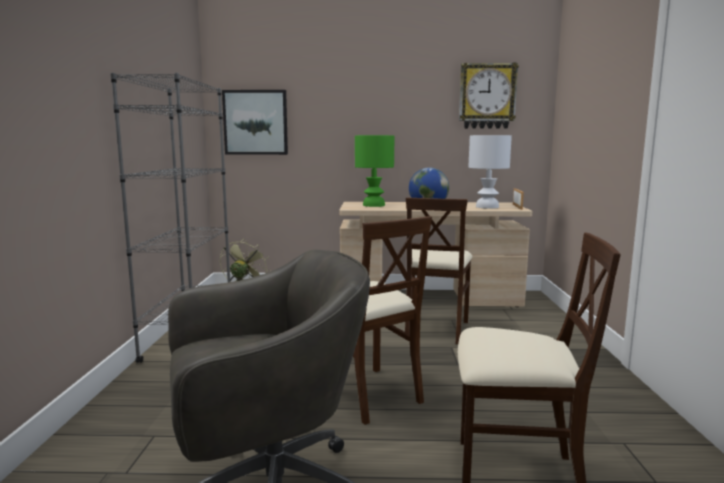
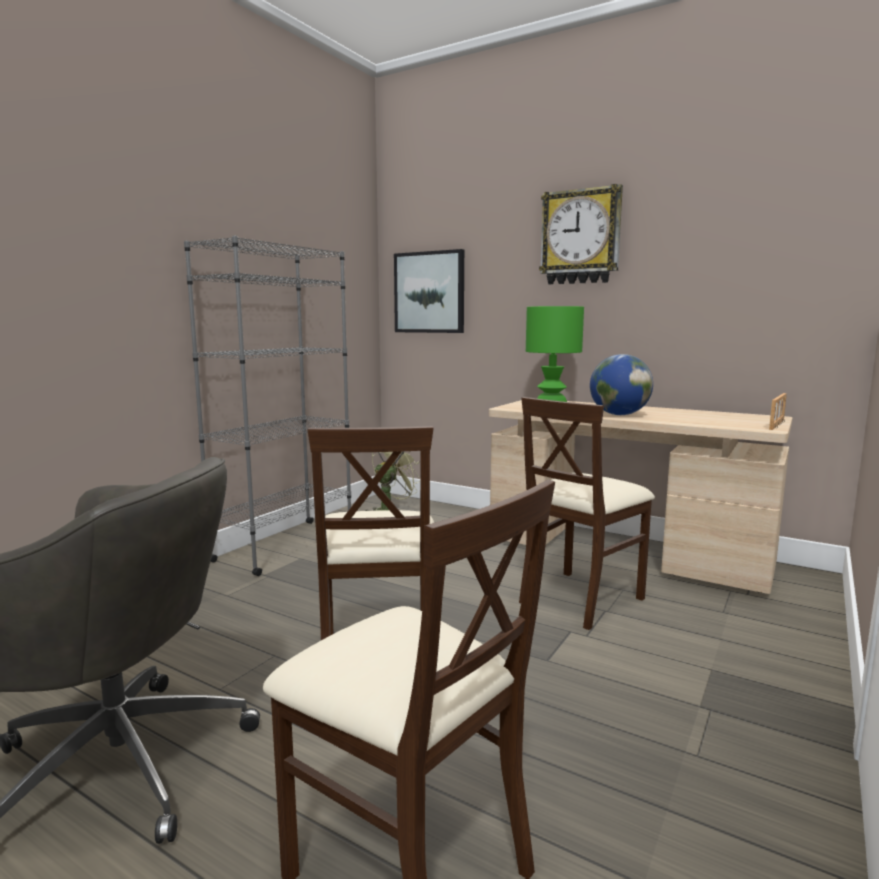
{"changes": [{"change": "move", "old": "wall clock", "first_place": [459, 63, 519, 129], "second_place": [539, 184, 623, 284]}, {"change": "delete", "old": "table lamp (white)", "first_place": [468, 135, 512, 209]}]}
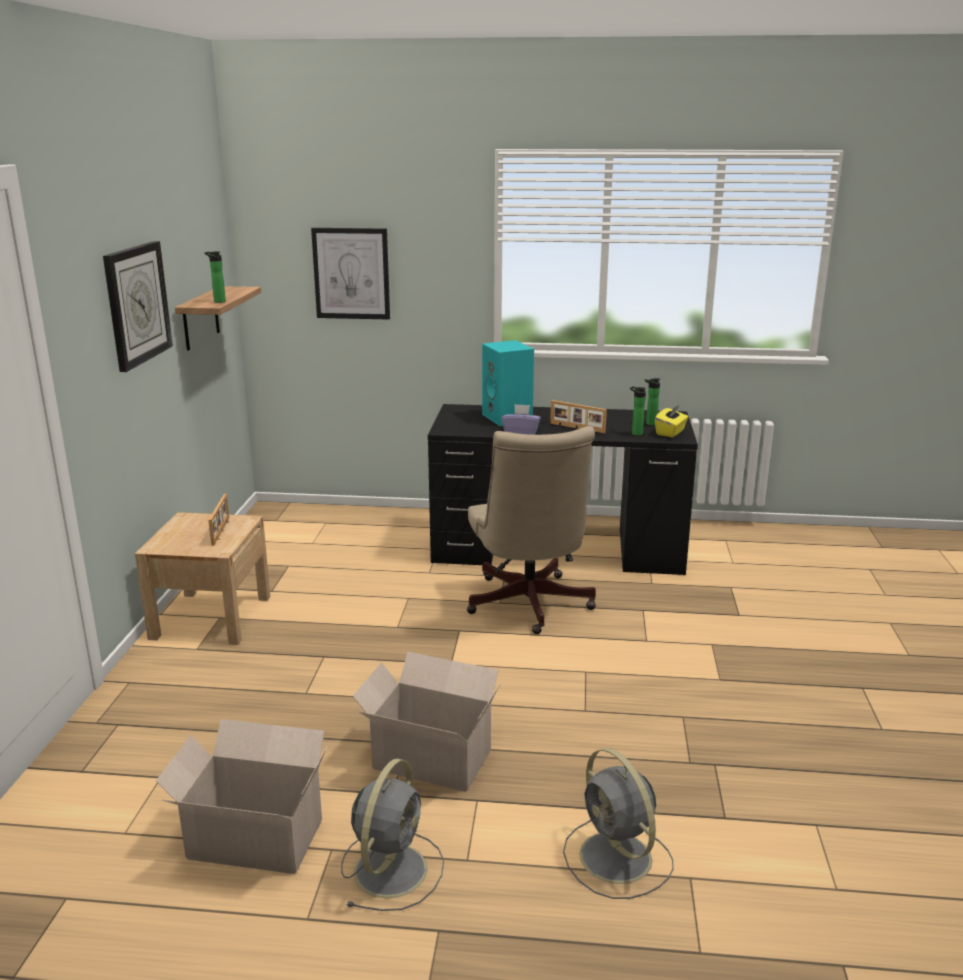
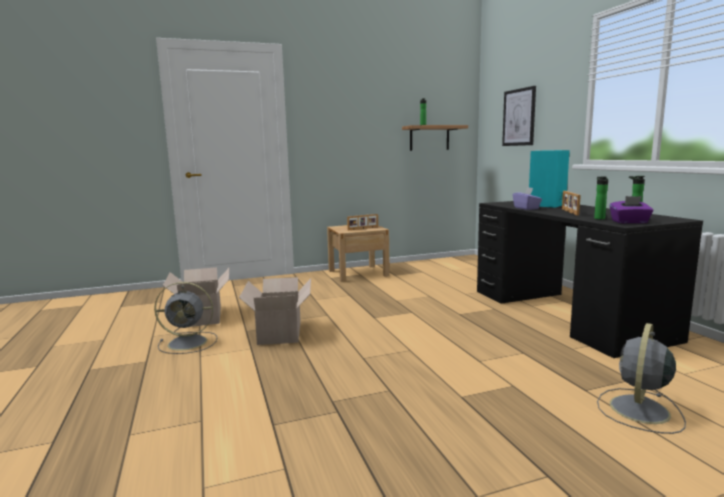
{"changes": [{"change": "delete", "old": "wall clock", "first_place": [103, 241, 173, 372]}, {"change": "recolor", "old": "tissue box (yellow)", "new": "tissue box (purple)", "first_place": [655, 405, 688, 437], "second_place": [610, 196, 654, 223]}, {"change": "delete", "old": "office chair (beige)", "first_place": [467, 426, 596, 634]}, {"change": "move", "old": "fan (grey)", "first_place": [563, 748, 674, 899], "second_place": [597, 323, 686, 434]}]}
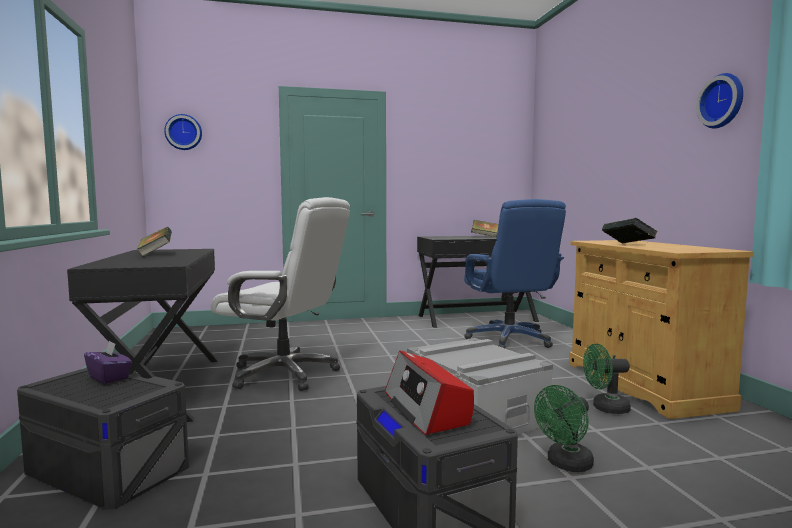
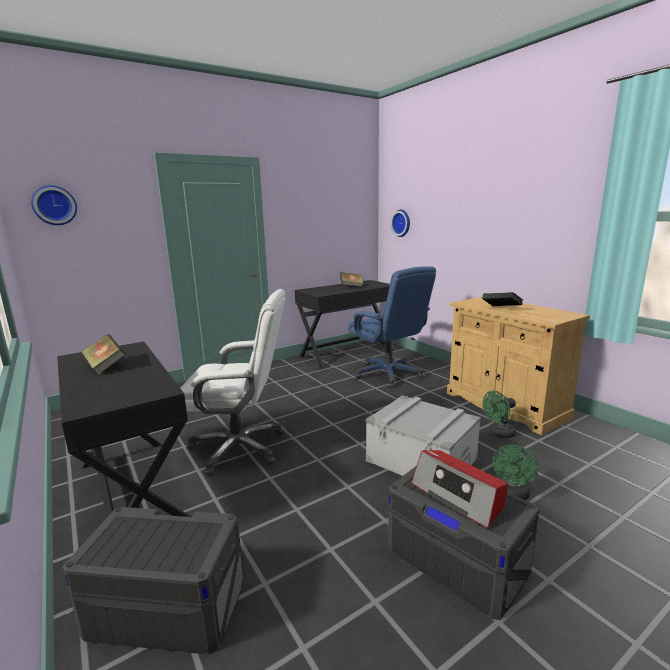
{"changes": [{"change": "move", "old": "wall clock", "first_place": [696, 73, 743, 129], "second_place": [391, 210, 410, 237]}, {"change": "delete", "old": "tissue box (purple)", "first_place": [84, 340, 132, 384]}]}
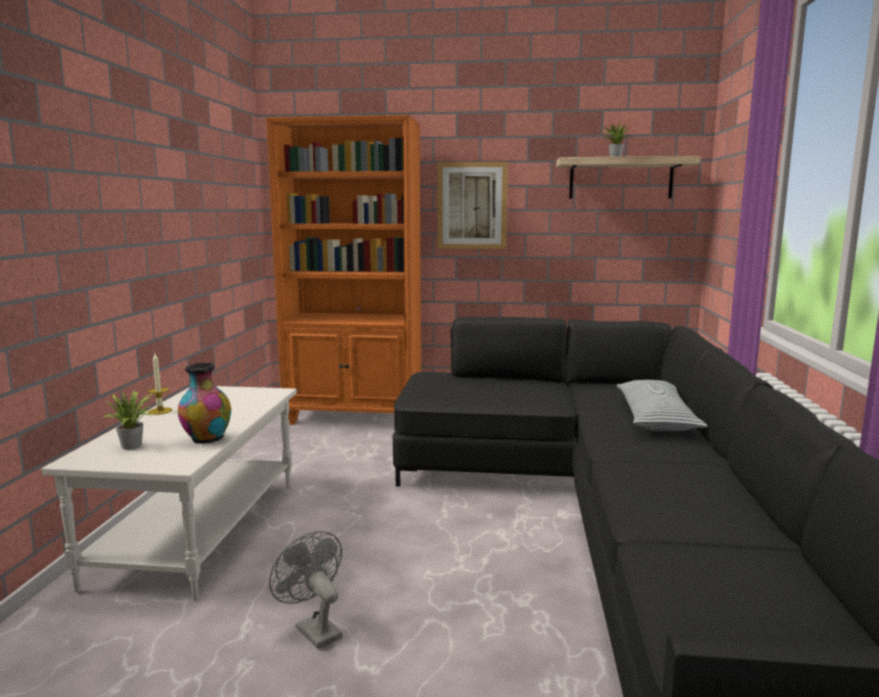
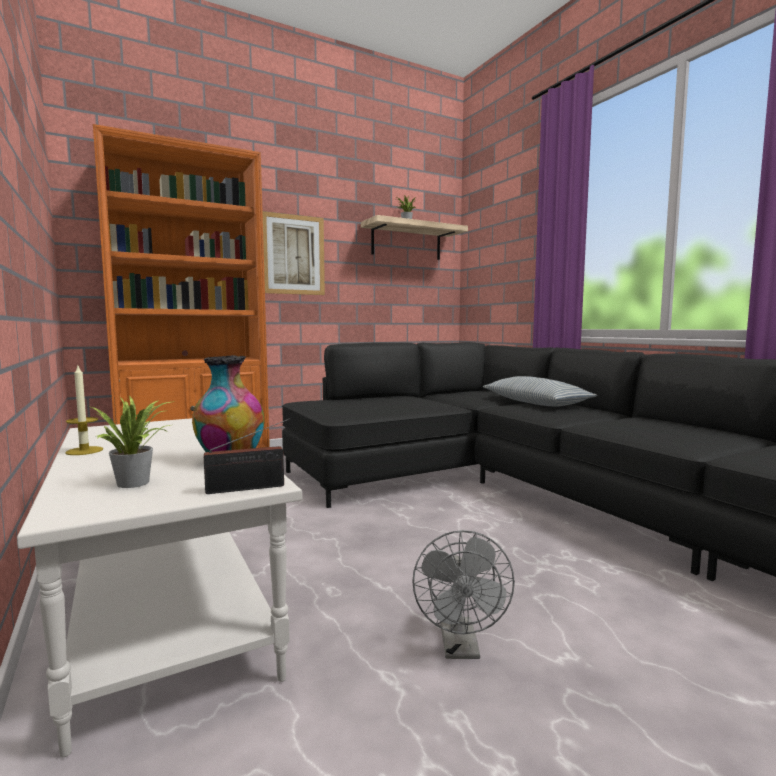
{"changes": [{"change": "rotate", "old": "fan (grey)", "first_place": [269, 531, 342, 649], "second_place": [412, 530, 515, 659], "degrees": -105}, {"change": "insert", "new": "radio", "second_place": [204, 418, 290, 494]}]}
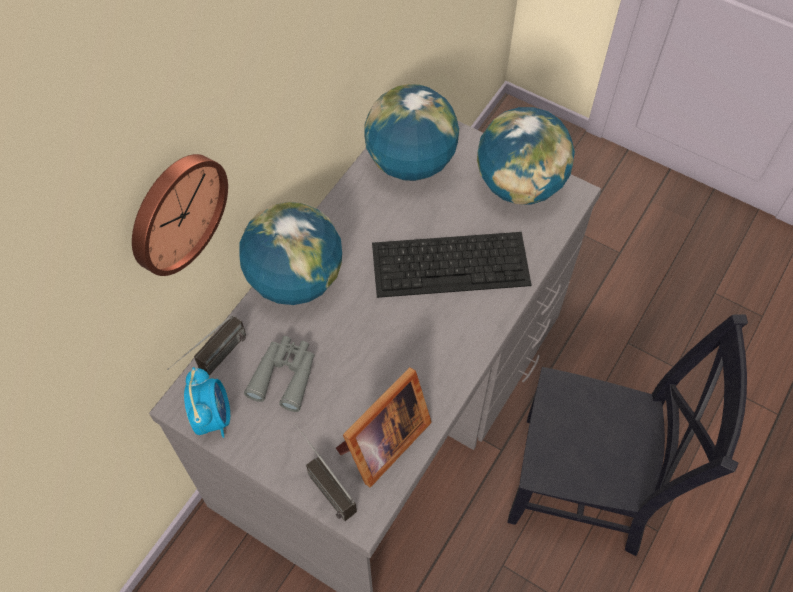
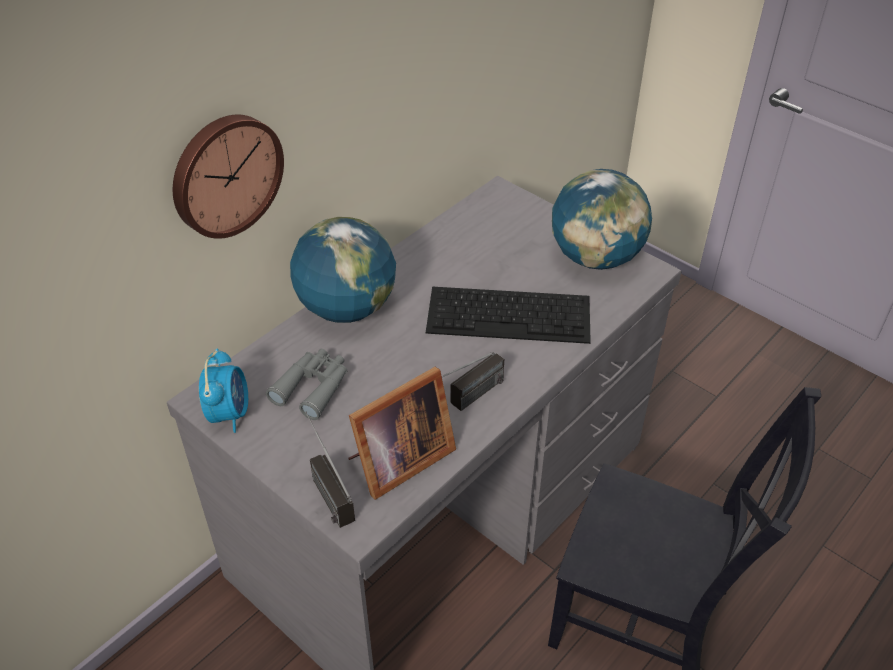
{"changes": [{"change": "delete", "old": "globe", "first_place": [364, 84, 459, 181]}, {"change": "move", "old": "radio", "first_place": [167, 316, 246, 375], "second_place": [442, 352, 504, 411]}]}
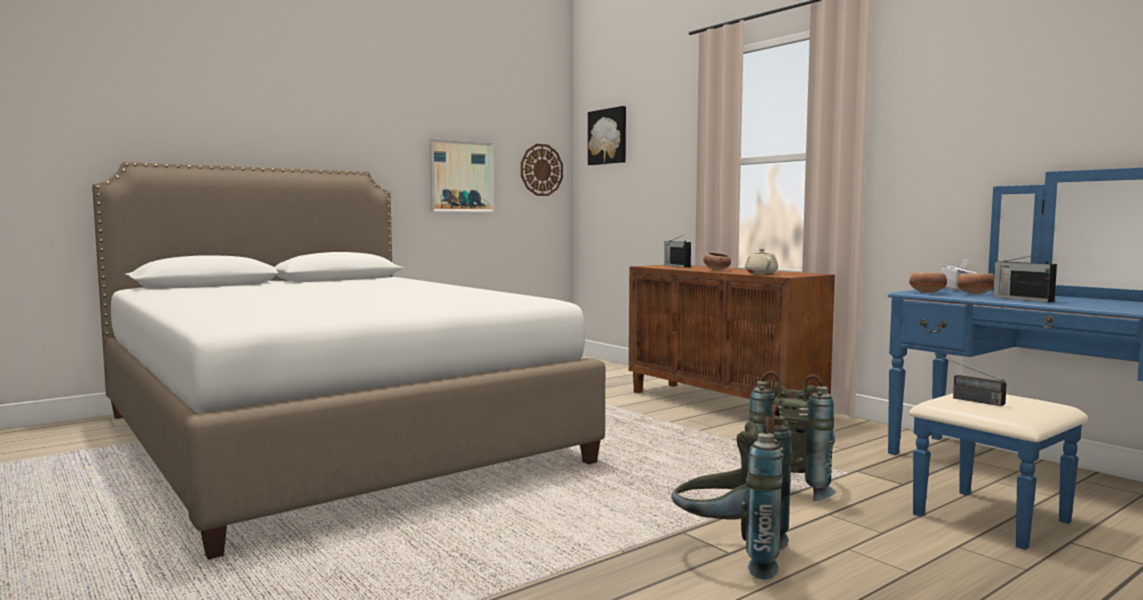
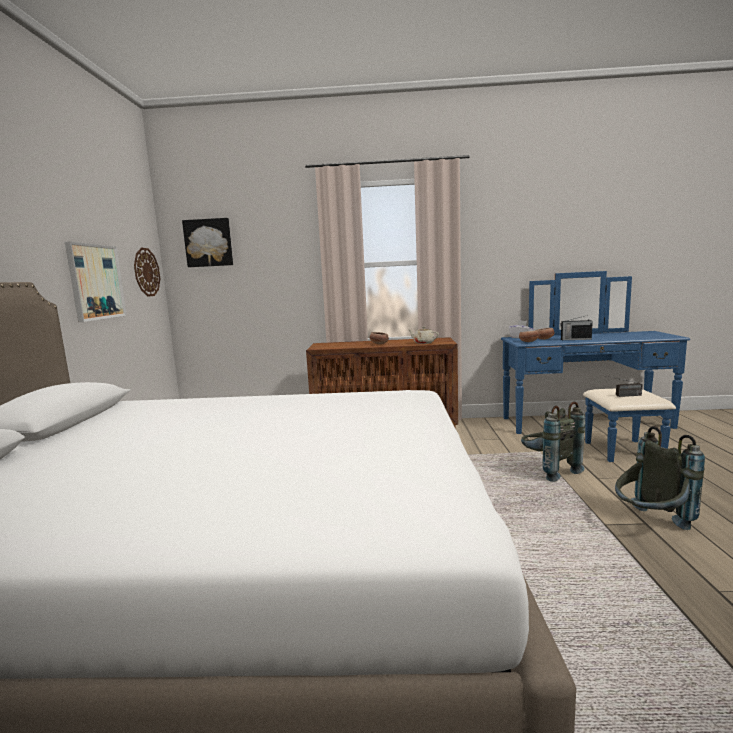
{"changes": [{"change": "delete", "old": "radio", "first_place": [664, 236, 691, 268]}]}
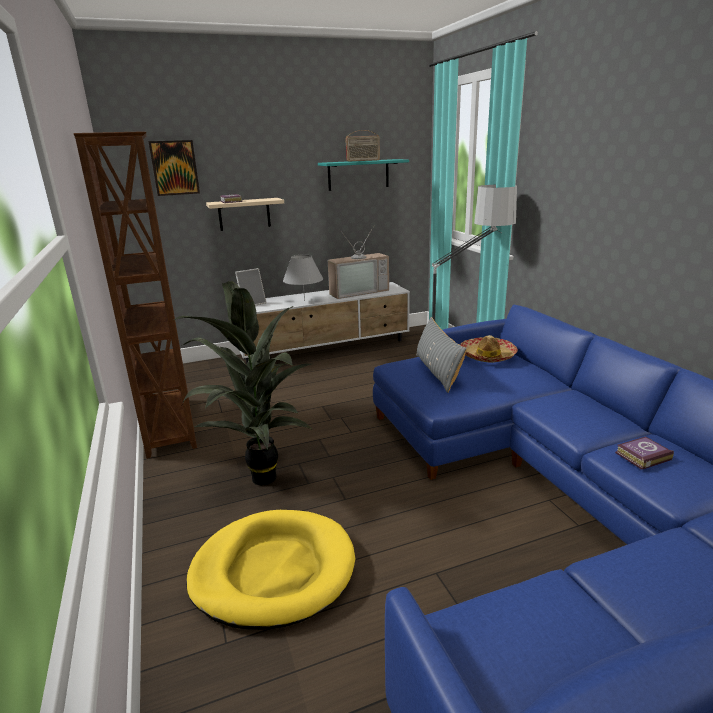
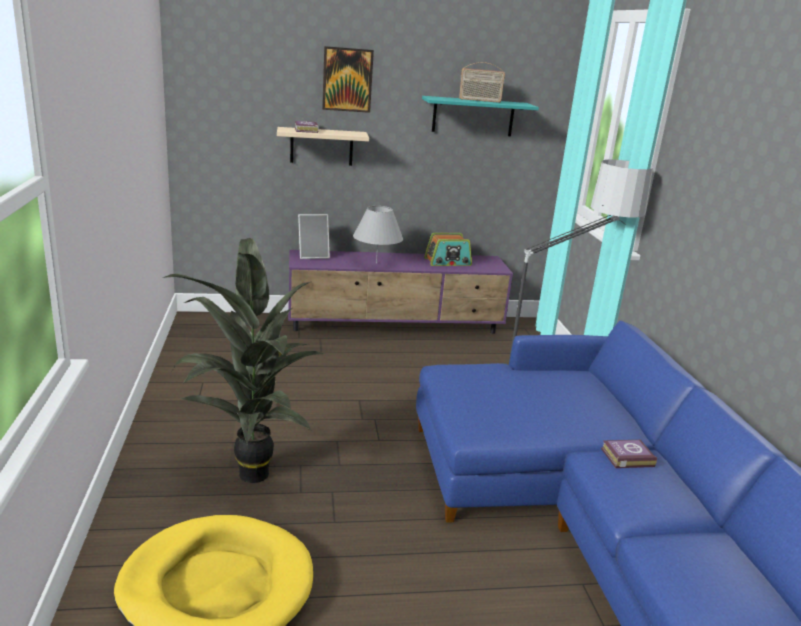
{"changes": [{"change": "delete", "old": "bookcase (brown)", "first_place": [74, 131, 197, 459]}, {"change": "move", "old": "picture", "first_place": [148, 140, 200, 196], "second_place": [322, 46, 374, 113]}, {"change": "replace", "old": "television", "new": "radio", "first_place": [328, 226, 389, 299], "second_place": [424, 233, 472, 266]}, {"change": "recolor", "old": "tv stand (white)", "new": "tv stand (purple)", "first_place": [239, 282, 410, 364], "second_place": [288, 250, 513, 334]}, {"change": "delete", "old": "pillow (grey)", "first_place": [416, 317, 467, 393]}, {"change": "delete", "old": "hat", "first_place": [460, 335, 518, 362]}, {"change": "move", "old": "book", "first_place": [615, 436, 674, 470], "second_place": [601, 440, 657, 468]}]}
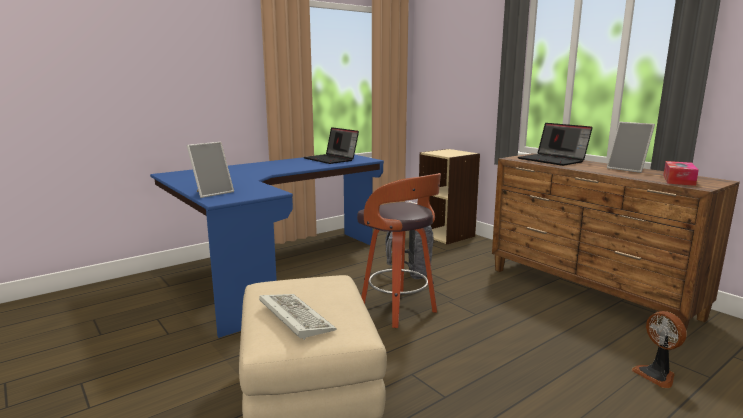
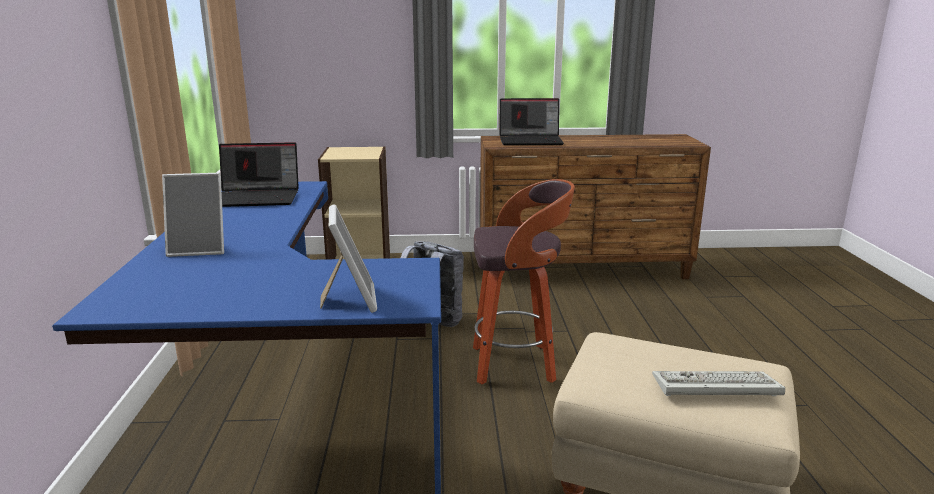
{"changes": [{"change": "move", "old": "picture frame", "first_place": [607, 122, 655, 173], "second_place": [162, 173, 224, 257]}, {"change": "delete", "old": "tissue box", "first_place": [663, 161, 699, 186]}, {"change": "delete", "old": "fan", "first_place": [632, 311, 687, 388]}]}
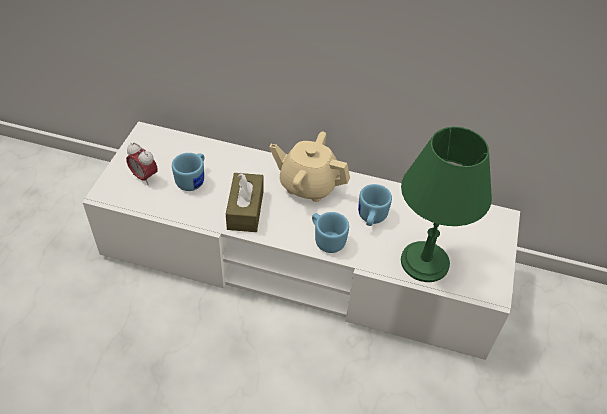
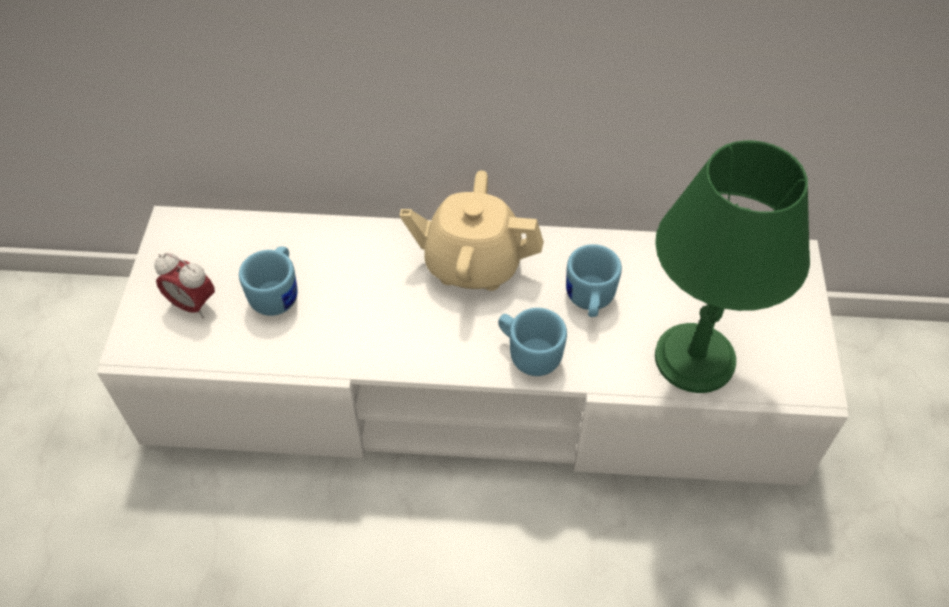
{"changes": [{"change": "delete", "old": "tissue box (brown)", "first_place": [226, 173, 264, 232]}]}
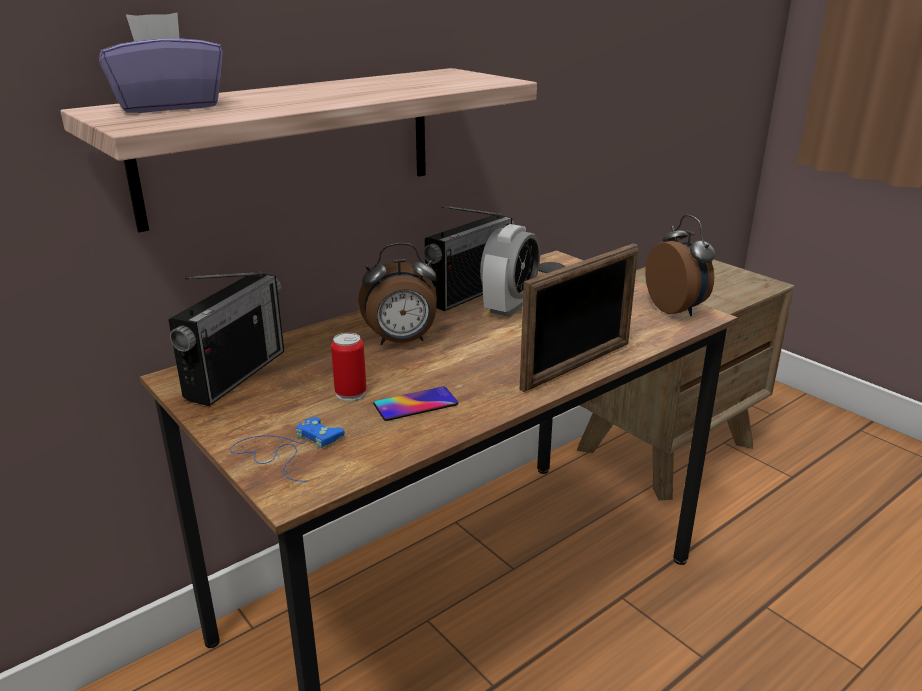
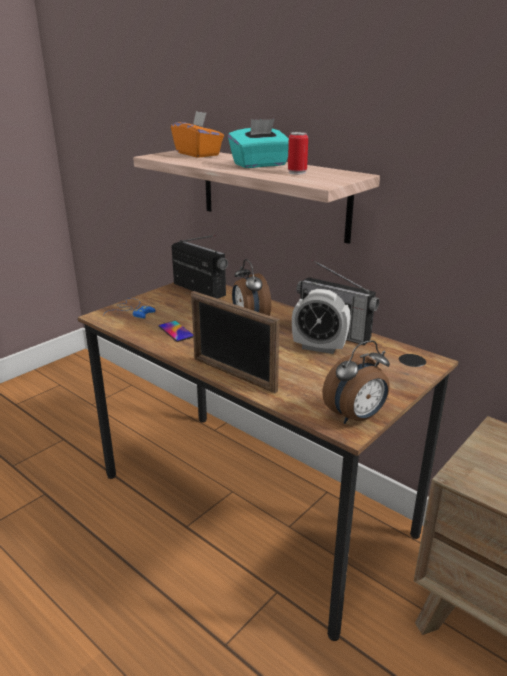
{"changes": [{"change": "recolor", "old": "tissue box (purple)", "new": "tissue box (orange)", "first_place": [99, 13, 223, 113], "second_place": [171, 111, 224, 158]}, {"change": "rotate", "old": "radio", "first_place": [168, 271, 284, 406], "second_place": [172, 235, 228, 299], "degrees": -150}, {"change": "move", "old": "can", "first_place": [331, 333, 366, 401], "second_place": [288, 132, 308, 174]}, {"change": "insert", "new": "tissue box (turquoise)", "second_place": [228, 119, 289, 168]}]}
